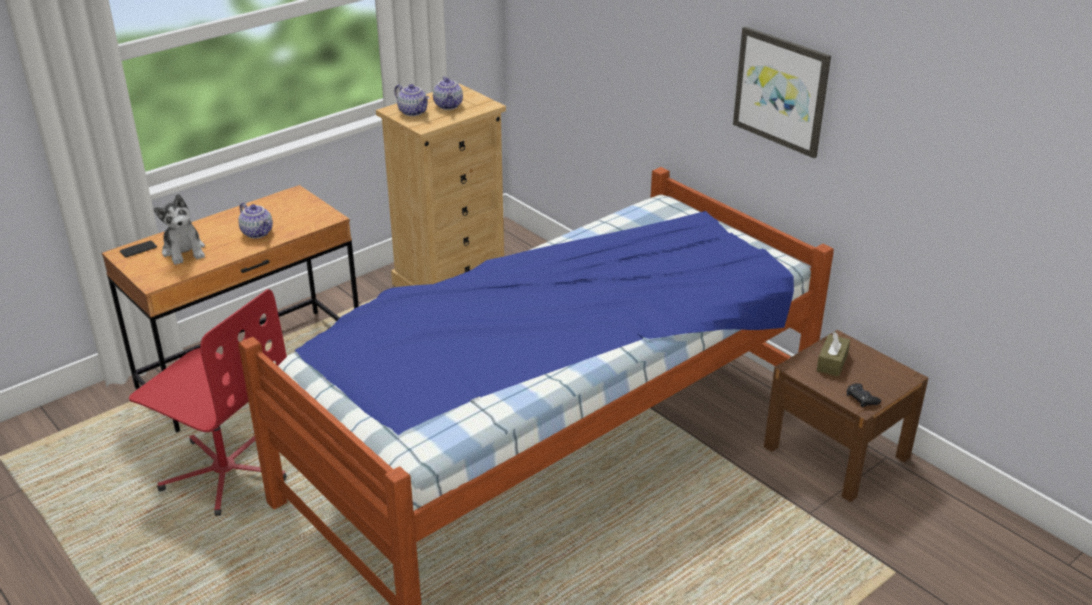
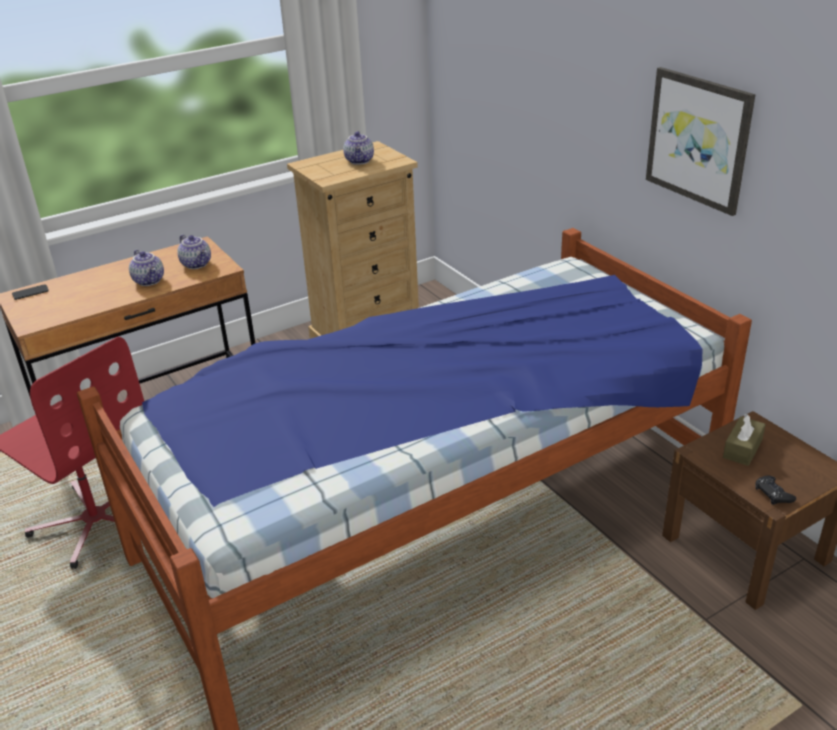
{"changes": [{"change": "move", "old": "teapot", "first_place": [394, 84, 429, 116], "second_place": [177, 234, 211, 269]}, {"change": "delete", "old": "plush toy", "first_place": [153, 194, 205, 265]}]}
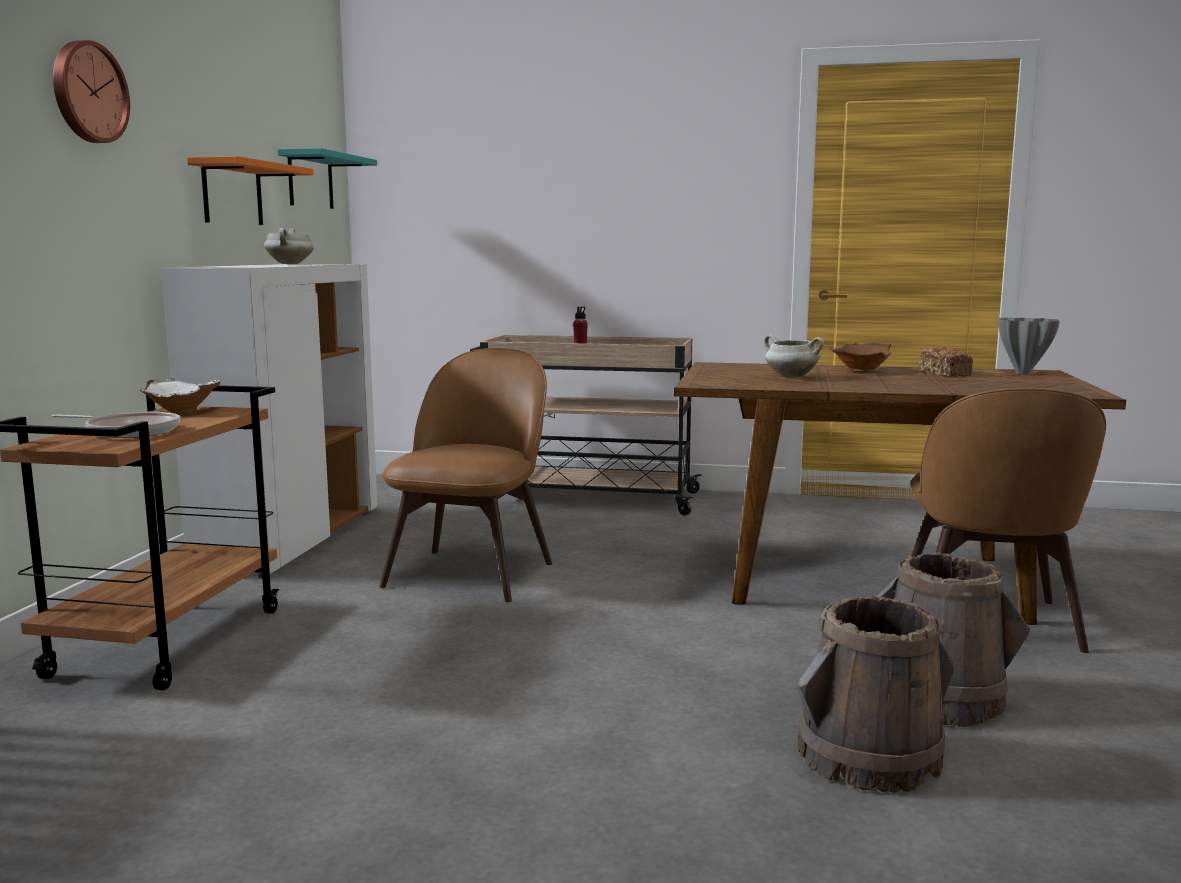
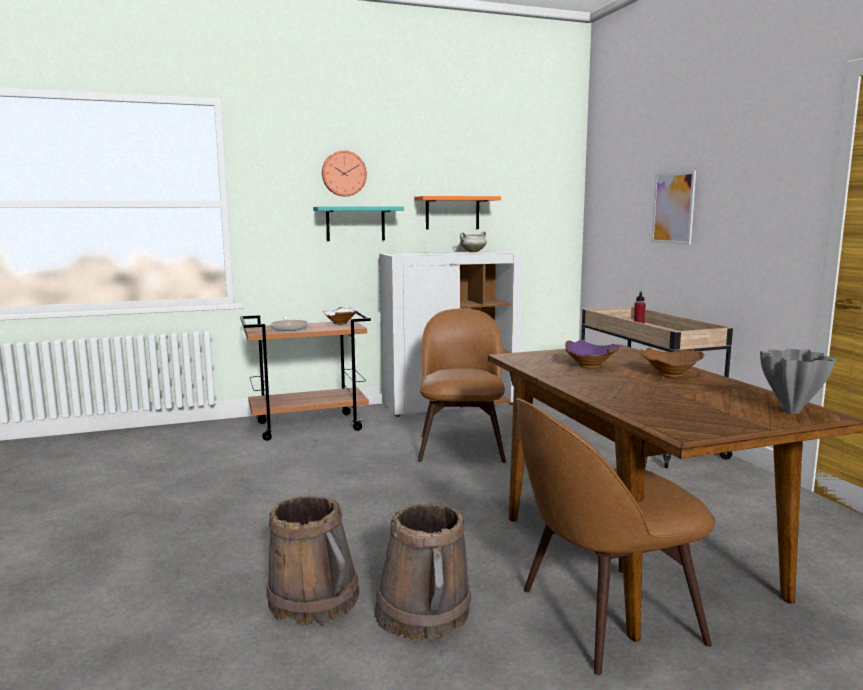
{"changes": [{"change": "move", "old": "shelf (turquoise)", "first_place": [277, 148, 377, 209], "second_place": [313, 207, 404, 241]}, {"change": "replace", "old": "cooking pot (white)", "new": "bowl (purple)", "first_place": [764, 335, 824, 378], "second_place": [565, 340, 620, 368]}, {"change": "delete", "old": "bread", "first_place": [919, 345, 973, 377]}, {"change": "rotate", "old": "chair (brown)", "first_place": [379, 348, 552, 602], "second_place": [418, 309, 506, 463], "degrees": -75}, {"change": "insert", "new": "picture", "second_place": [651, 171, 696, 245]}]}
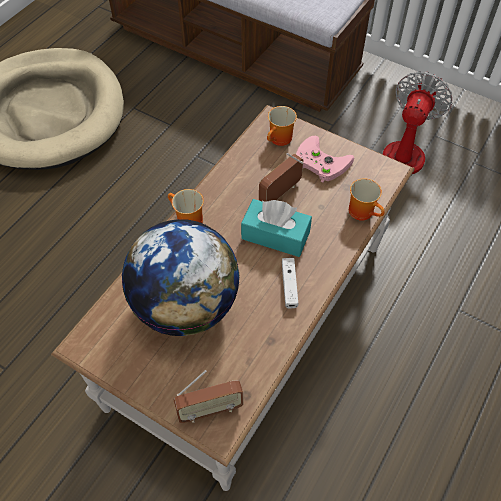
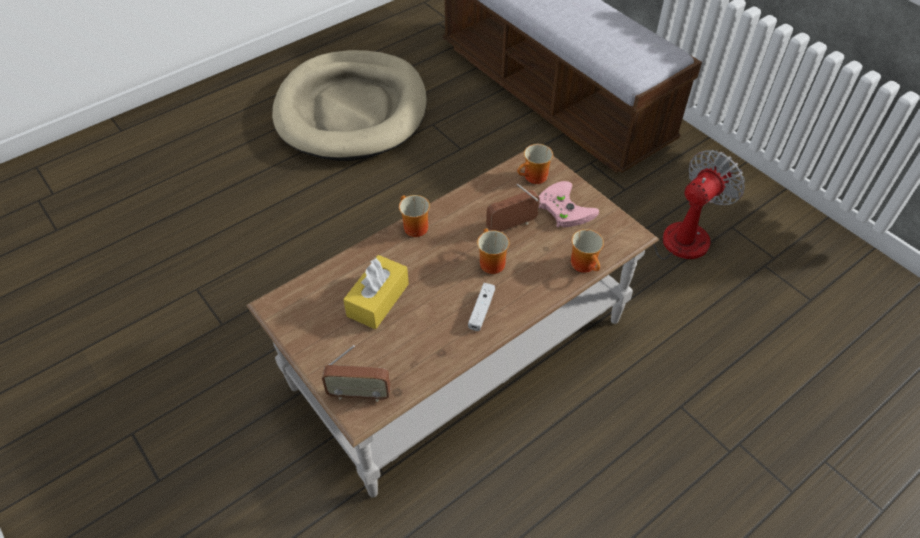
{"changes": [{"change": "replace", "old": "tissue box (turquoise)", "new": "mug", "first_place": [241, 199, 312, 257], "second_place": [477, 228, 510, 274]}, {"change": "replace", "old": "globe", "new": "tissue box (yellow)", "first_place": [122, 219, 240, 336], "second_place": [343, 255, 409, 329]}]}
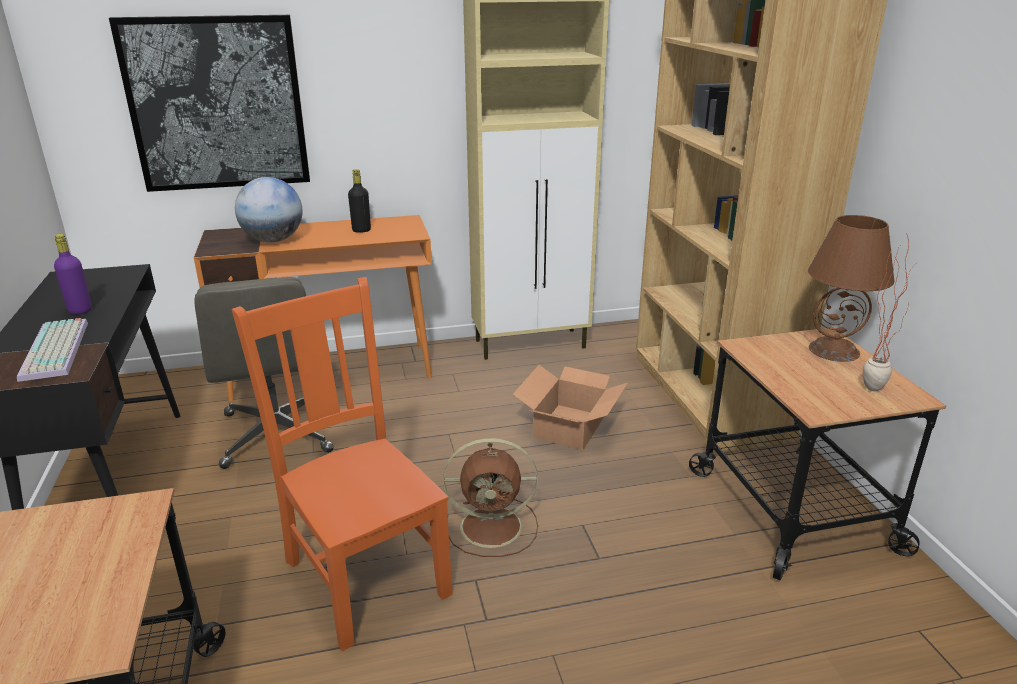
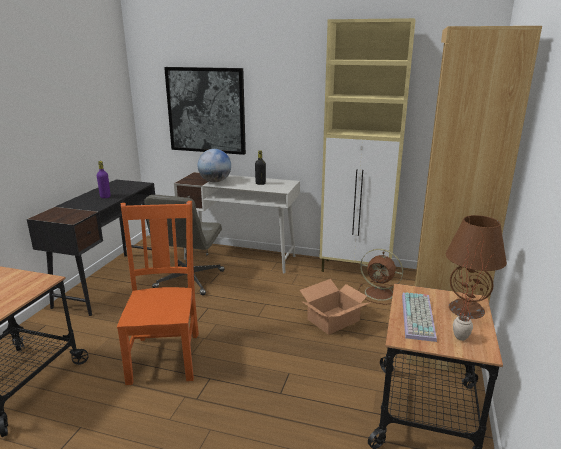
{"changes": [{"change": "recolor", "old": "desk (orange)", "new": "desk (white)", "first_place": [194, 215, 432, 401], "second_place": [174, 172, 300, 273]}, {"change": "move", "old": "keyboard", "first_place": [17, 318, 88, 382], "second_place": [402, 292, 437, 342]}, {"change": "move", "old": "fan (brown)", "first_place": [443, 438, 538, 557], "second_place": [358, 249, 403, 305]}]}
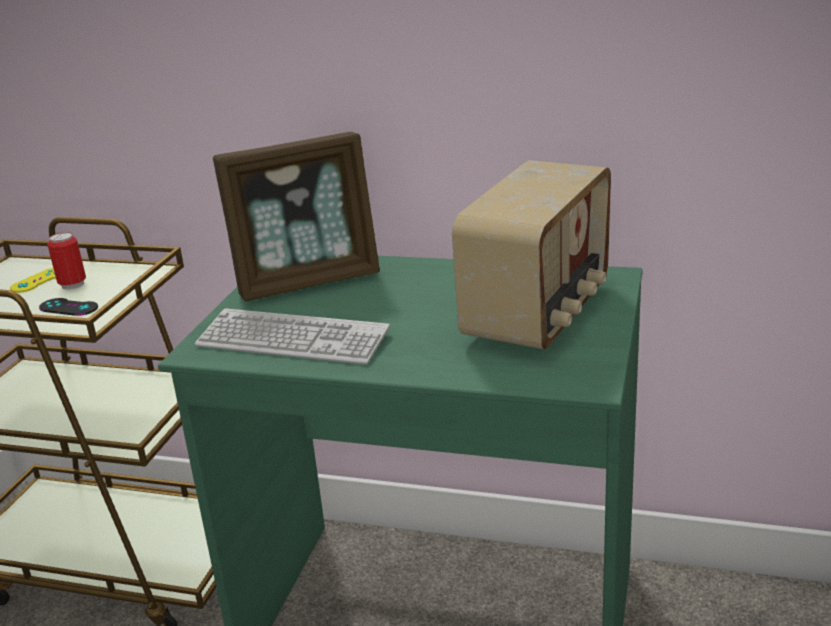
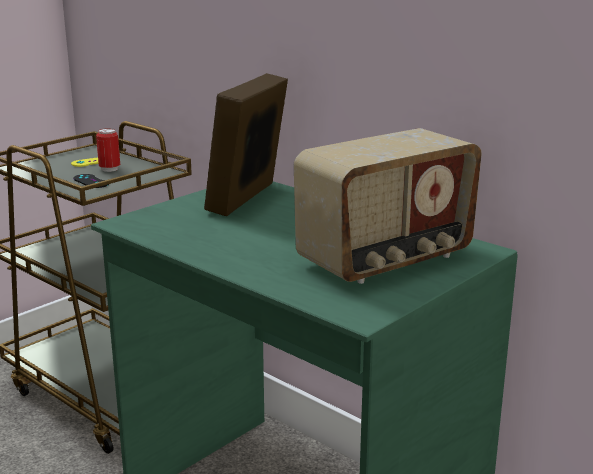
{"changes": [{"change": "rotate", "old": "picture frame", "first_place": [213, 132, 380, 301], "second_place": [204, 73, 288, 216], "degrees": 105}, {"change": "delete", "old": "keyboard", "first_place": [195, 309, 390, 365]}]}
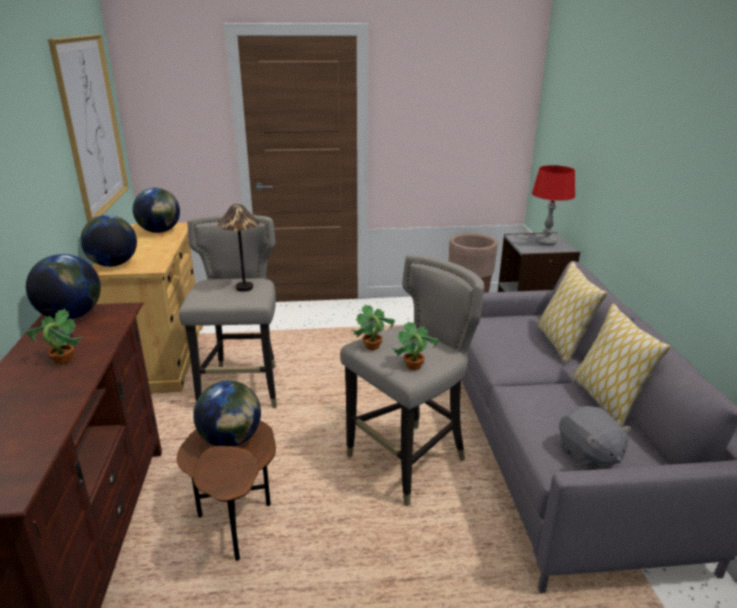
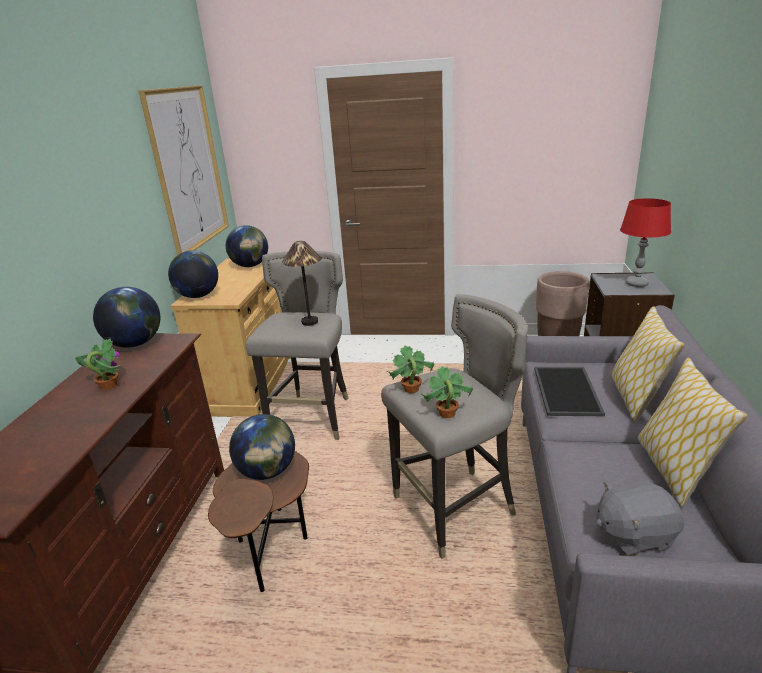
{"changes": [{"change": "rotate", "old": "plush toy (grey)", "first_place": [559, 406, 632, 470], "second_place": [596, 480, 684, 556], "degrees": 90}, {"change": "insert", "new": "tray", "second_place": [534, 367, 605, 416]}]}
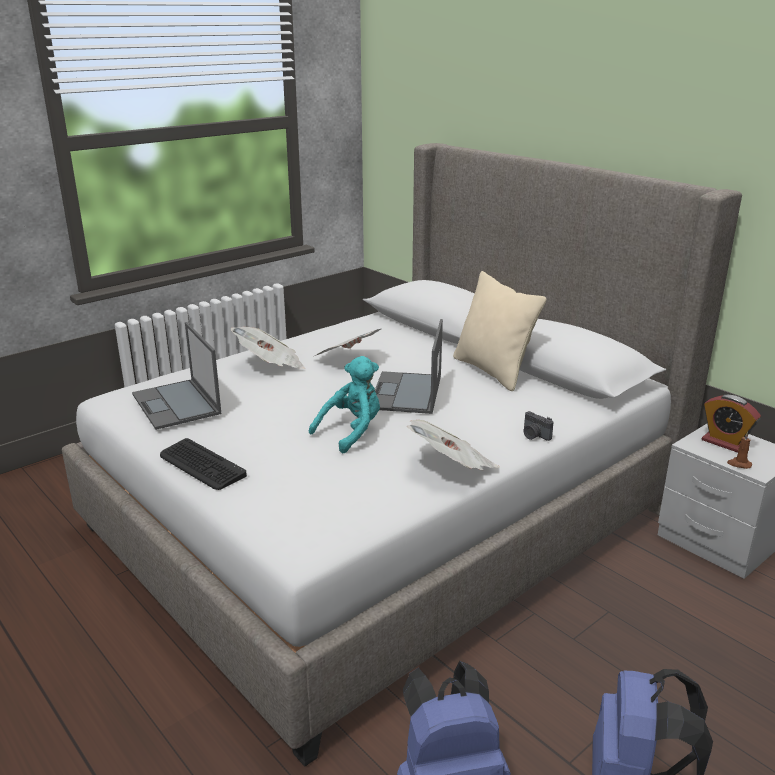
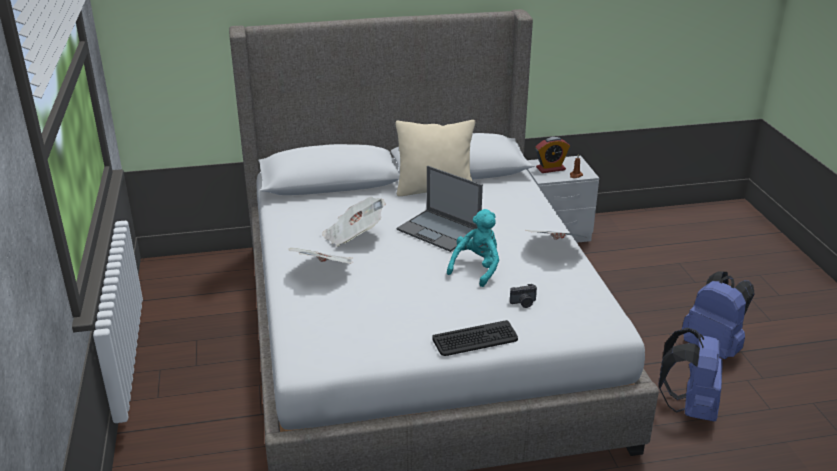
{"changes": [{"change": "delete", "old": "laptop", "first_place": [132, 322, 221, 430]}, {"change": "rotate", "old": "plush toy (turquoise)", "first_place": [309, 356, 380, 453], "second_place": [447, 209, 499, 287], "degrees": 45}, {"change": "move", "old": "photo camera", "first_place": [524, 411, 554, 441], "second_place": [510, 284, 537, 308]}]}
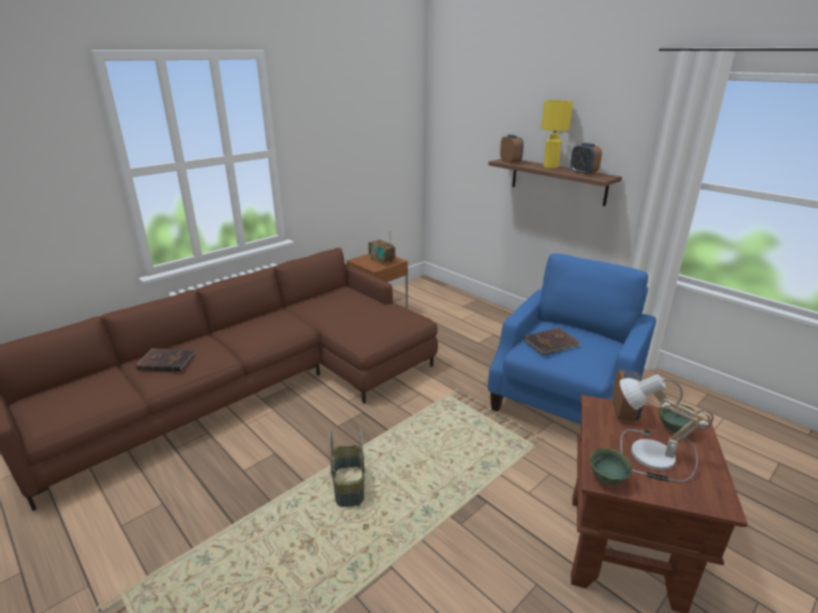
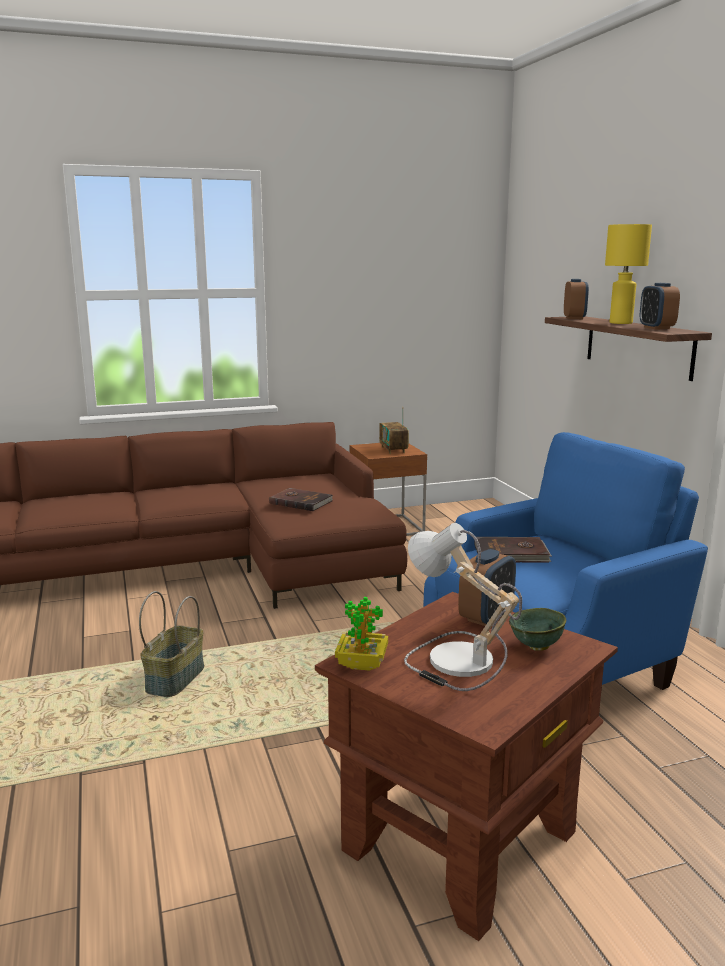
{"changes": [{"change": "move", "old": "book (brown)", "first_place": [136, 348, 195, 372], "second_place": [269, 488, 333, 511]}, {"change": "replace", "old": "bowl (green)", "new": "potted plant", "first_place": [590, 448, 632, 485], "second_place": [335, 597, 388, 671]}]}
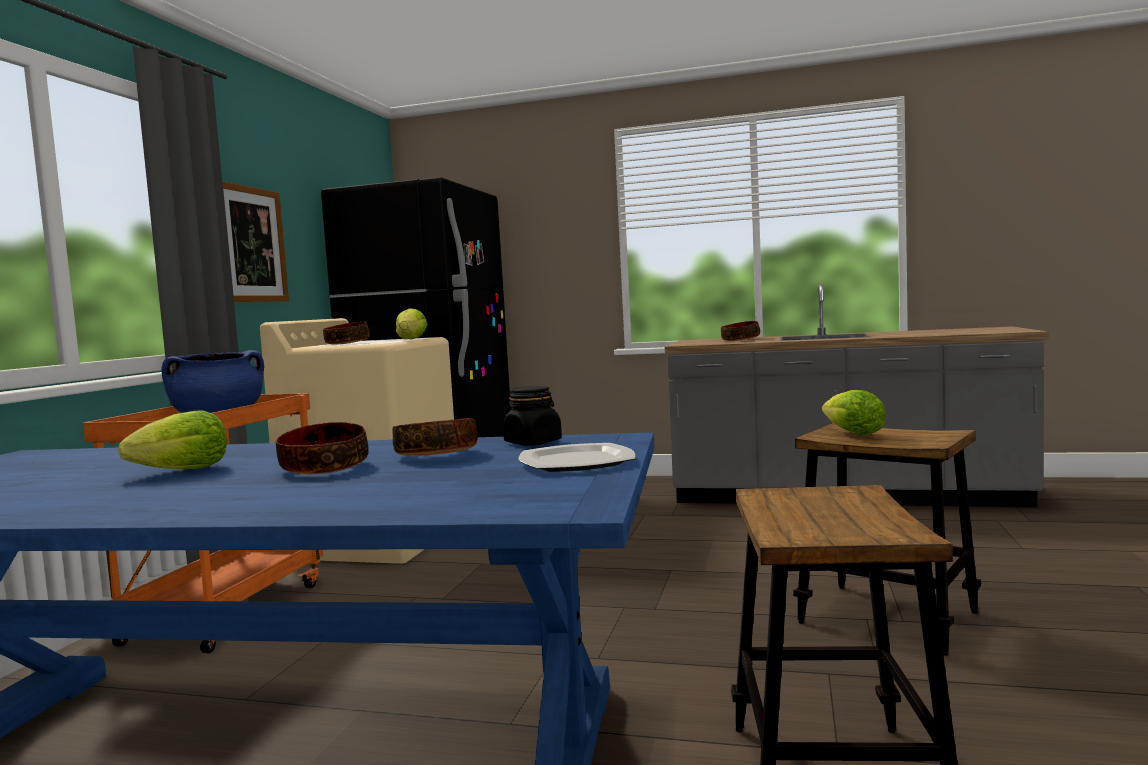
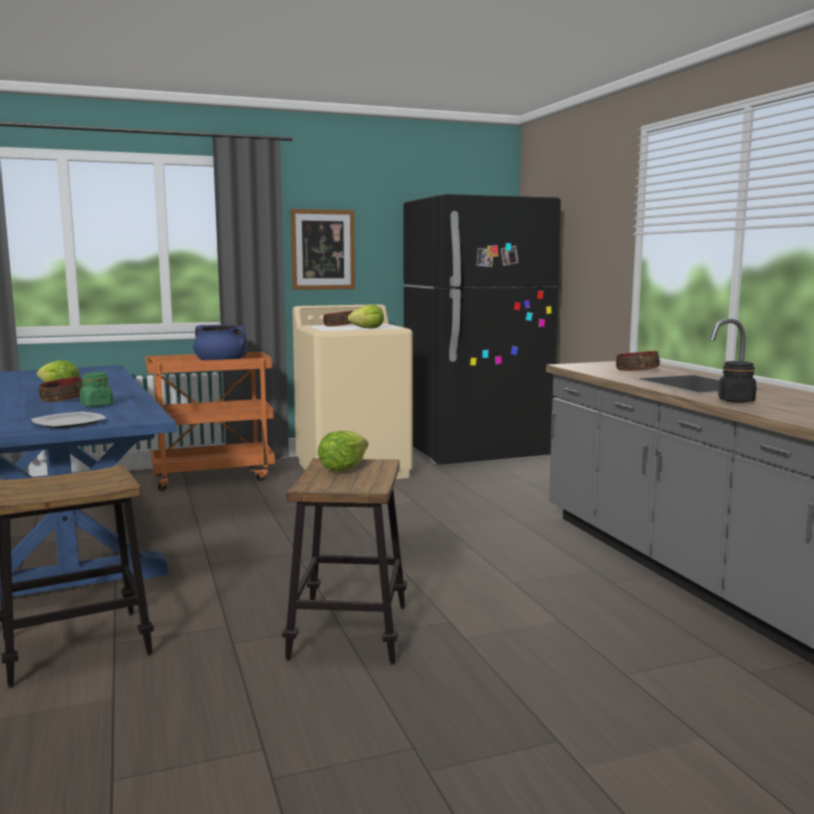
{"changes": [{"change": "move", "old": "jar (black)", "first_place": [503, 386, 562, 446], "second_place": [718, 361, 756, 403]}, {"change": "replace", "old": "bowl", "new": "jar (green)", "first_place": [393, 418, 477, 456], "second_place": [80, 372, 113, 407]}]}
